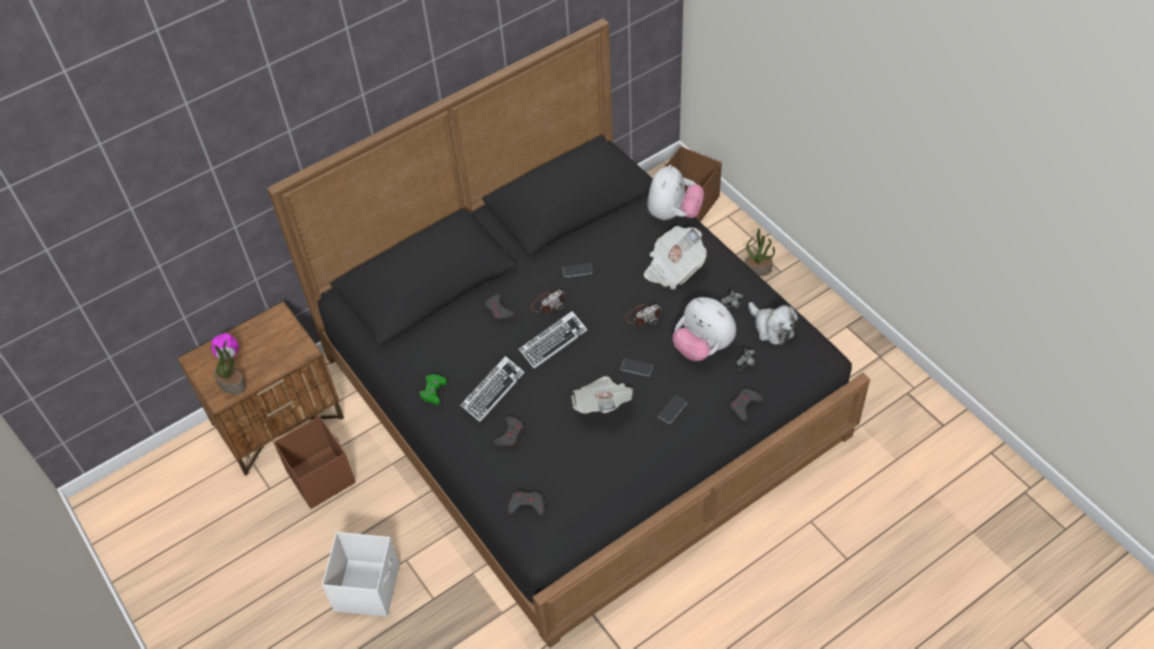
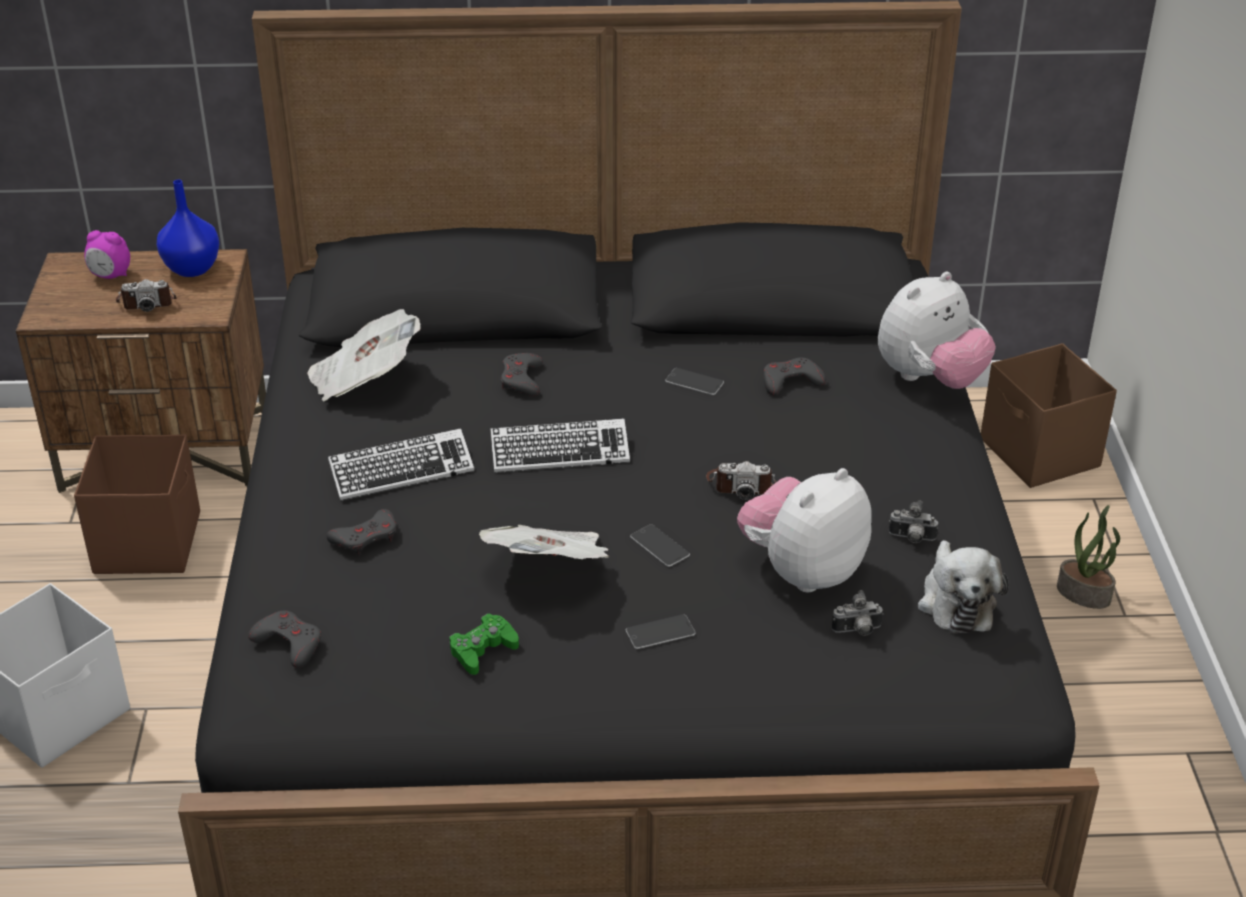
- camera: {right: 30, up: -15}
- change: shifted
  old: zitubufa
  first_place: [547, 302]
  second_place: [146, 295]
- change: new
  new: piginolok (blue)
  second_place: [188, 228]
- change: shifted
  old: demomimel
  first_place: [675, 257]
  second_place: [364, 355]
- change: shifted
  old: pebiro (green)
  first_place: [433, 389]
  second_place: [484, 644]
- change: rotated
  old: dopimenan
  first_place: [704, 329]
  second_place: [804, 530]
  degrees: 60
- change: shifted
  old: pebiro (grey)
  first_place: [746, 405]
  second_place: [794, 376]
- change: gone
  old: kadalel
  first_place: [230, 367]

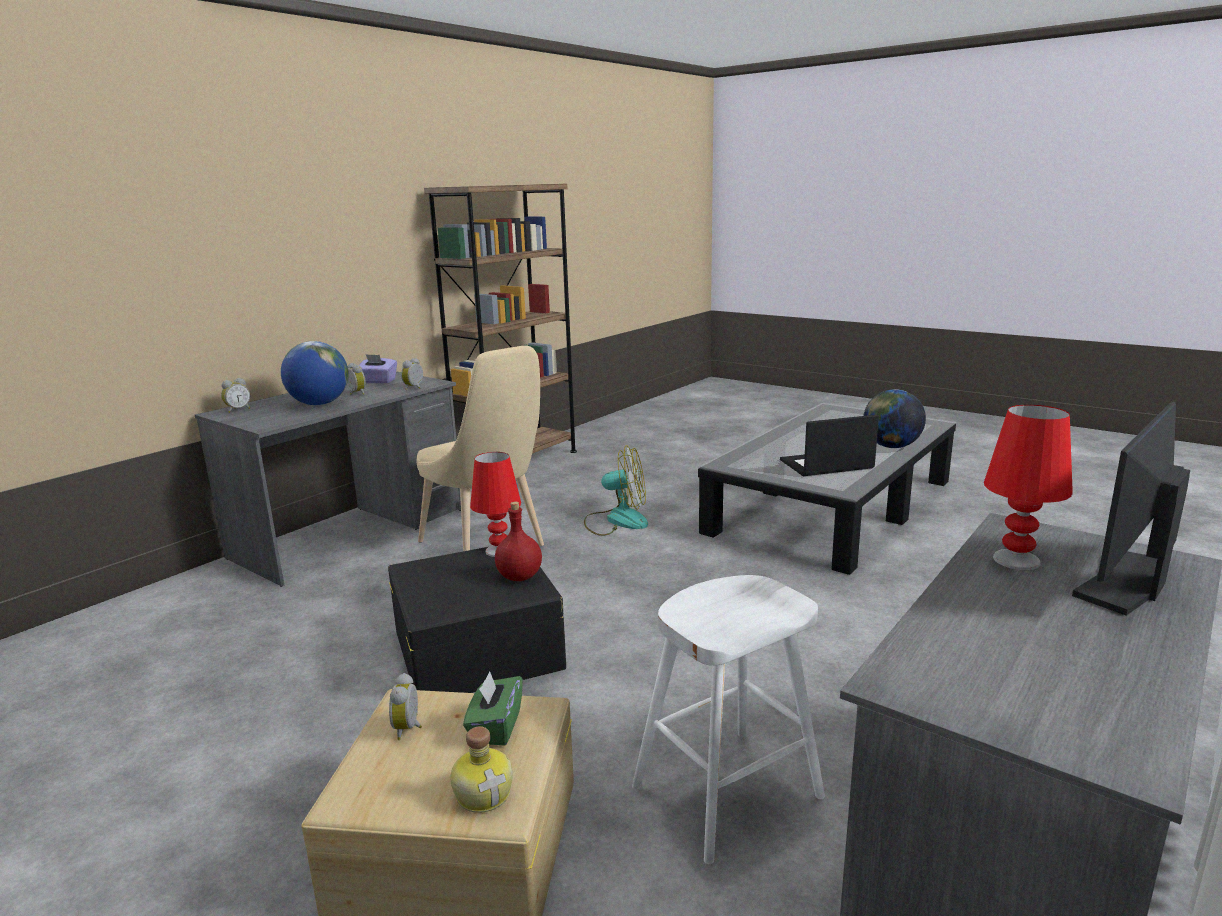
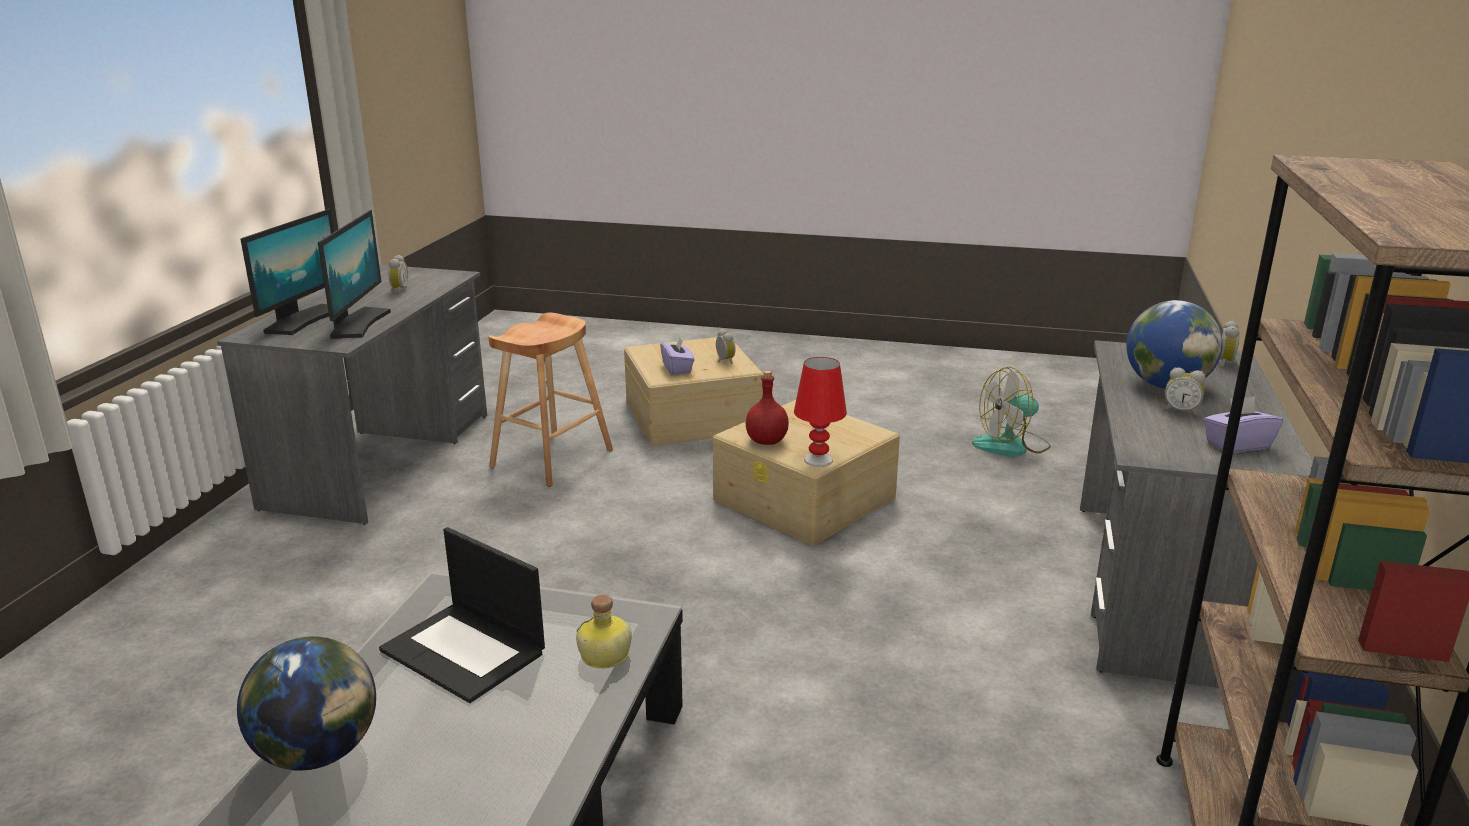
- camera: {right: 155, up: 5}
- change: swapped
  old: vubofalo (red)
  new: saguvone
  first_place: [1028, 487]
  second_place: [354, 274]
- change: rotated
  old: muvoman
  first_place: [829, 445]
  second_place: [462, 615]
  degrees: 75
- change: shifted
  old: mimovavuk
  first_place: [412, 374]
  second_place: [398, 274]
- change: repainted
  old: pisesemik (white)
  new: pisesemik (brown)
  first_place: [728, 719]
  second_place: [550, 399]
- change: shifted
  old: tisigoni
  first_place: [481, 769]
  second_place: [604, 631]
- change: repainted
  old: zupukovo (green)
  new: zupukovo (purple)
  first_place: [493, 708]
  second_place: [677, 355]
- change: repainted
  old: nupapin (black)
  new: nupapin (beige)
  first_place: [477, 620]
  second_place: [806, 473]
- change: shifted
  old: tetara
  first_place: [616, 491]
  second_place: [1011, 412]
- change: gone
  old: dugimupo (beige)
  first_place: [480, 448]

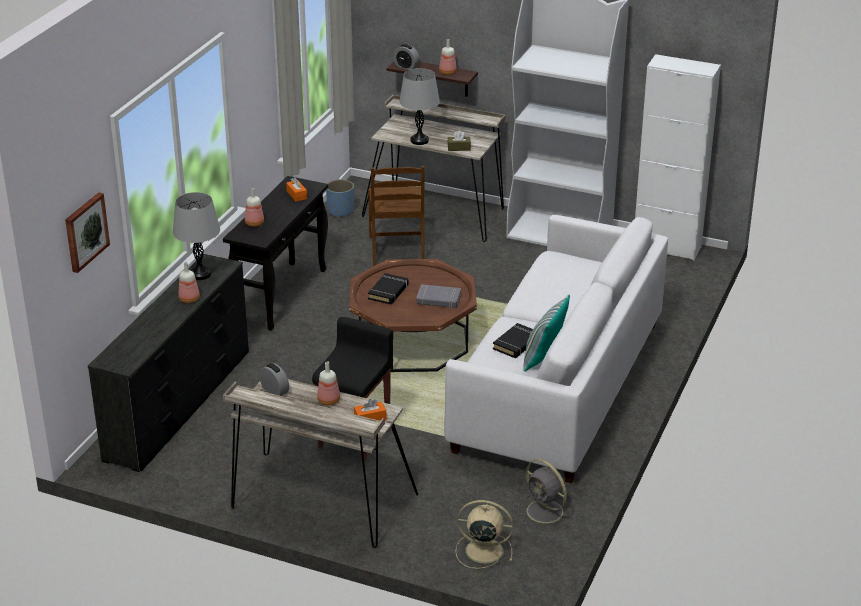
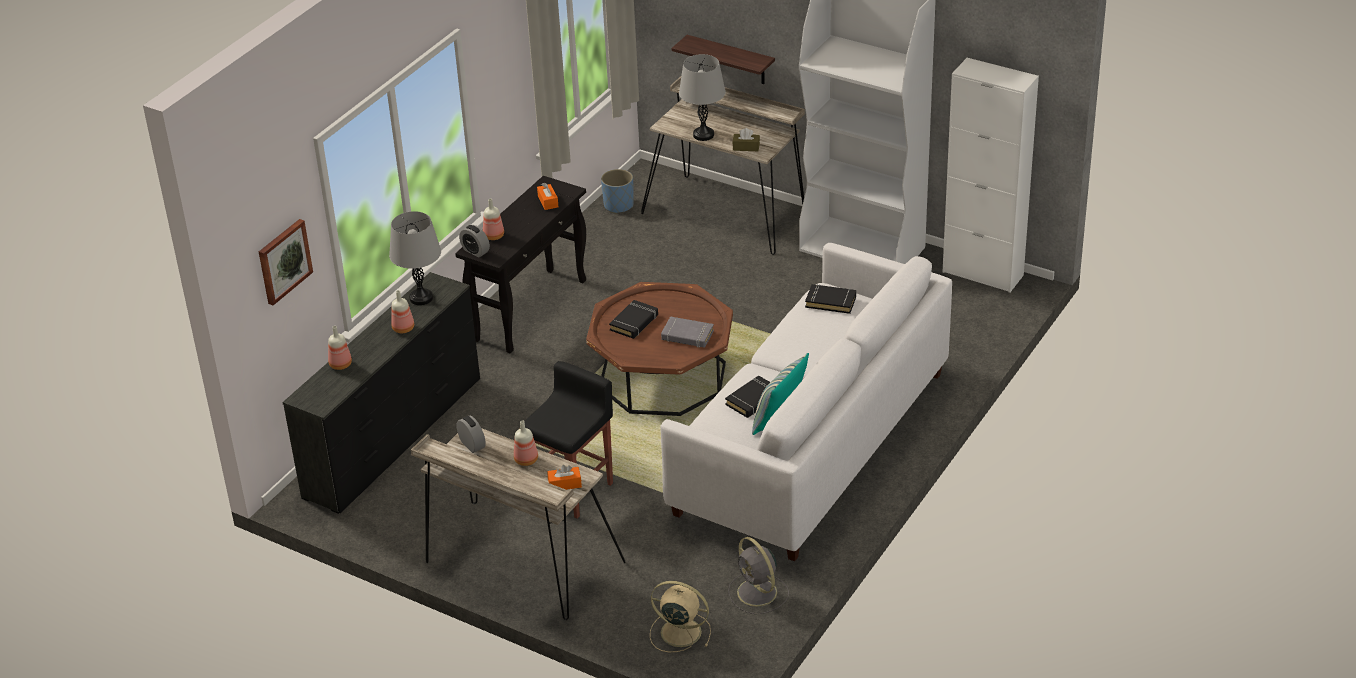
- camera: {right: 10, up: 5}
- change: shifted
  old: tisigoni
  first_place: [448, 57]
  second_place: [340, 348]
- change: shifted
  old: mimovavuk
  first_place: [406, 57]
  second_place: [474, 241]
- change: new
  new: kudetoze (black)
  second_place: [830, 299]
- change: gone
  old: dugimupo (brown)
  first_place: [396, 216]

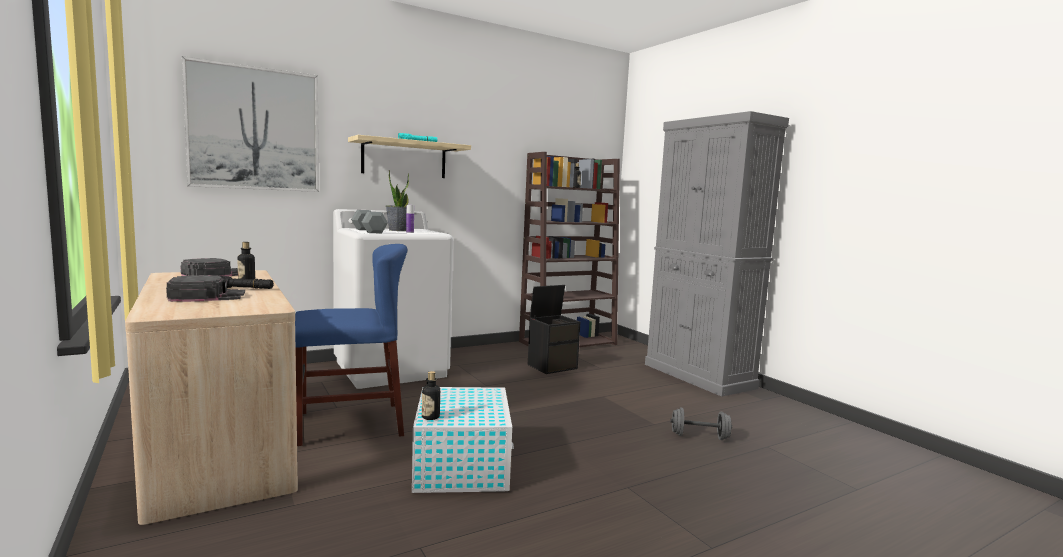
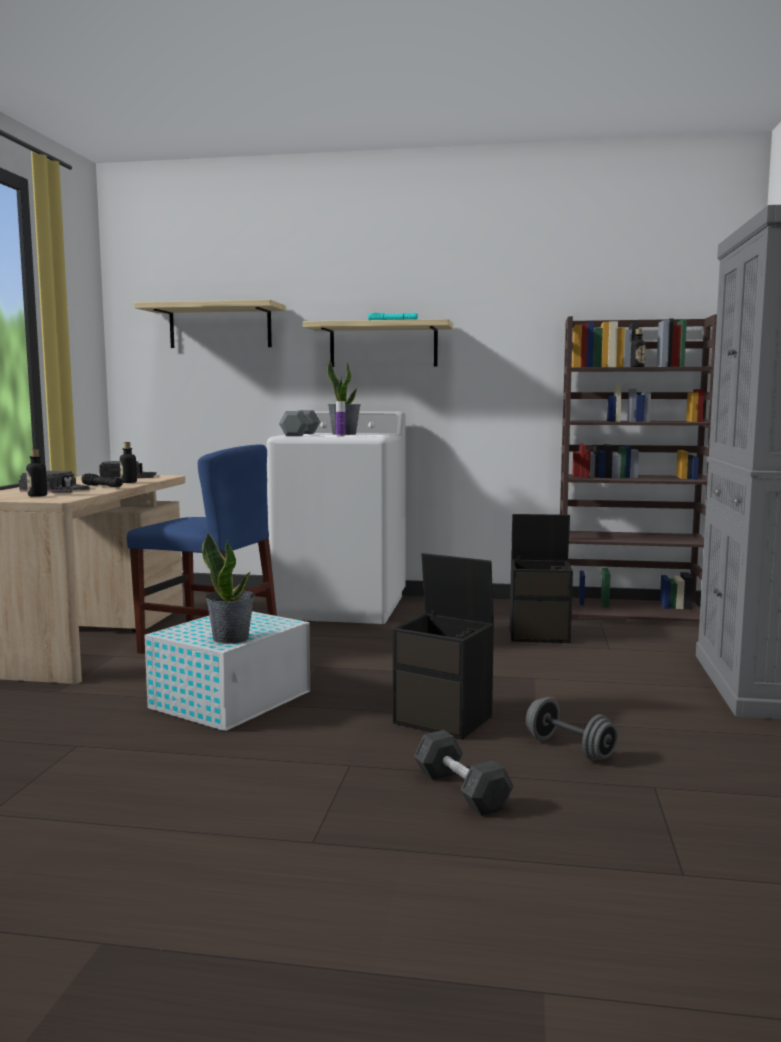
- camera: {right: 40, up: 0}
- change: shifted
  old: tisigoni
  first_place: [431, 395]
  second_place: [36, 473]
- change: swapped
  old: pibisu
  new: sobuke
  first_place: [250, 124]
  second_place: [210, 324]
- change: new
  new: kadalel
  second_place: [228, 588]
- change: new
  new: nupapin (black)
  second_place: [443, 646]
- change: new
  new: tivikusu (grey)
  second_place: [463, 773]

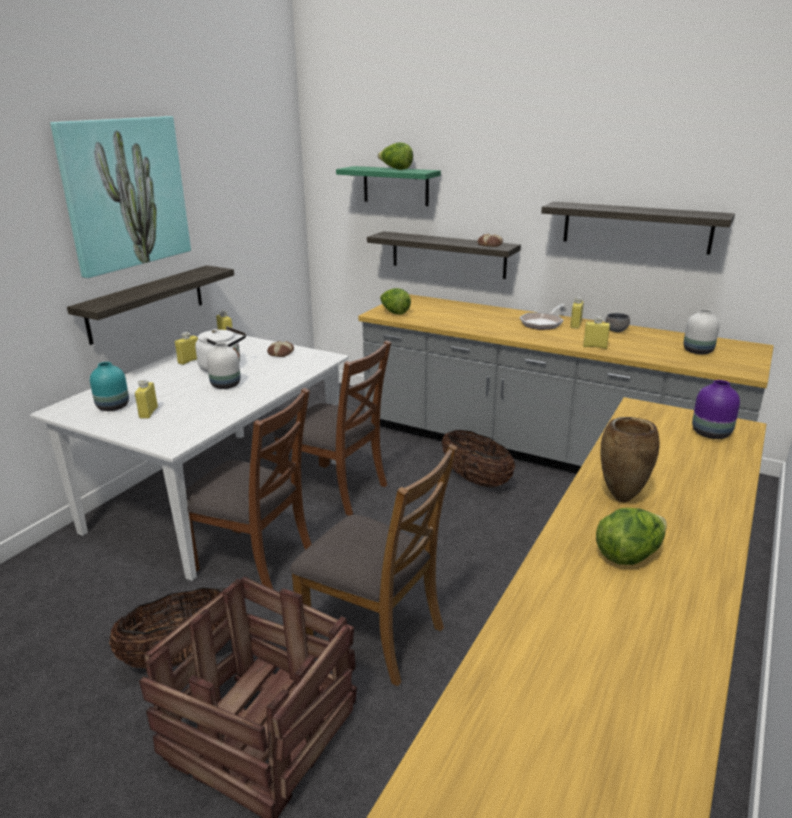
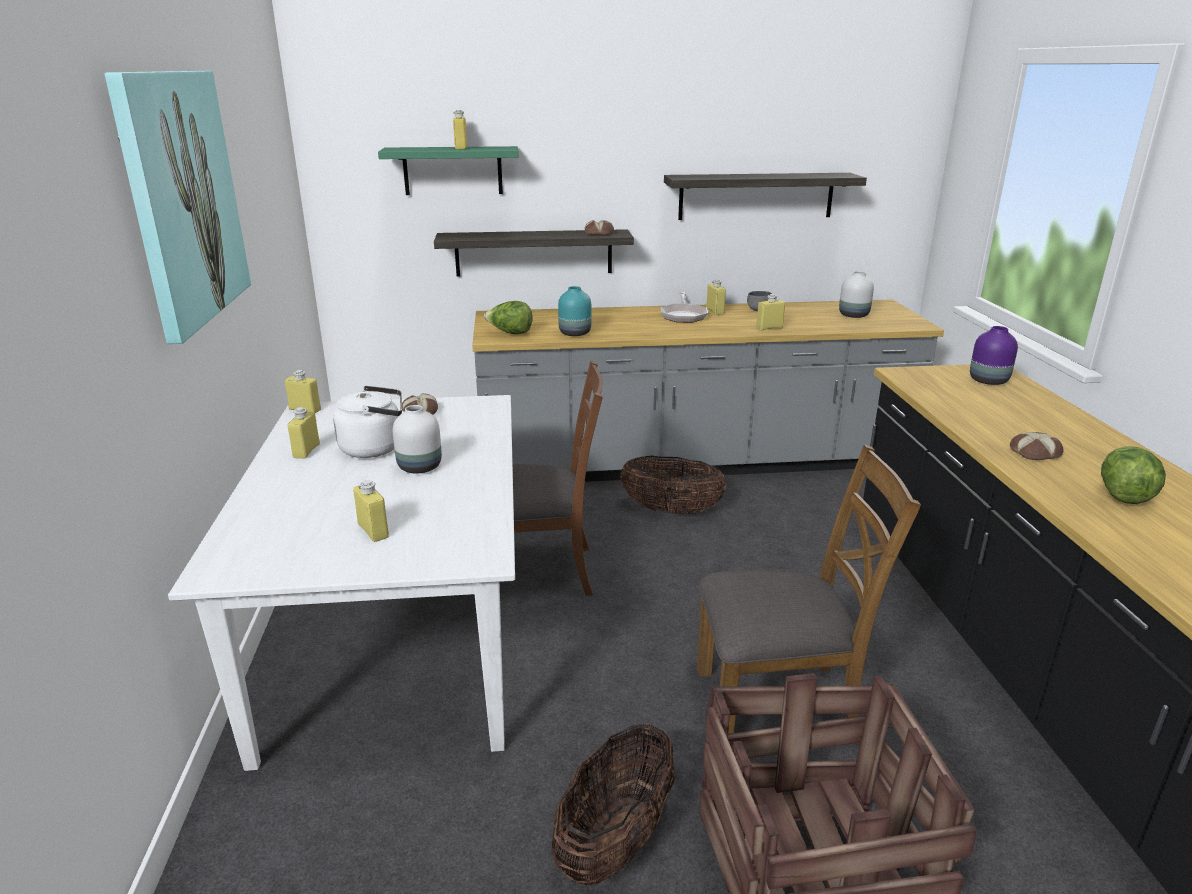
- camera: {right: -35, up: 0}
- change: swapped
  old: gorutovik
  new: tisigoni (yellow)
  first_place: [395, 156]
  second_place: [460, 129]
- change: shifted
  old: piginolok (turquoise)
  first_place: [109, 386]
  second_place: [575, 311]
- change: swapped
  old: piginolok (brown)
  new: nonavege
  first_place: [630, 460]
  second_place: [1036, 446]
- change: gone
  old: sobuke
  first_place: [150, 305]
- change: gone
  old: dugimupo (brown)
  first_place: [249, 489]

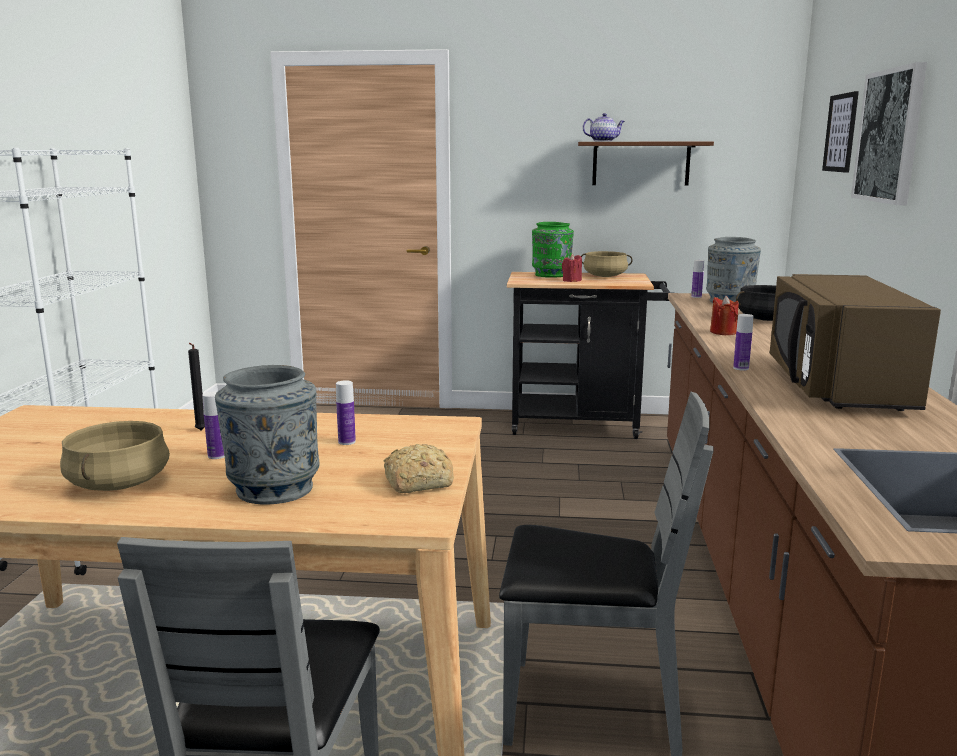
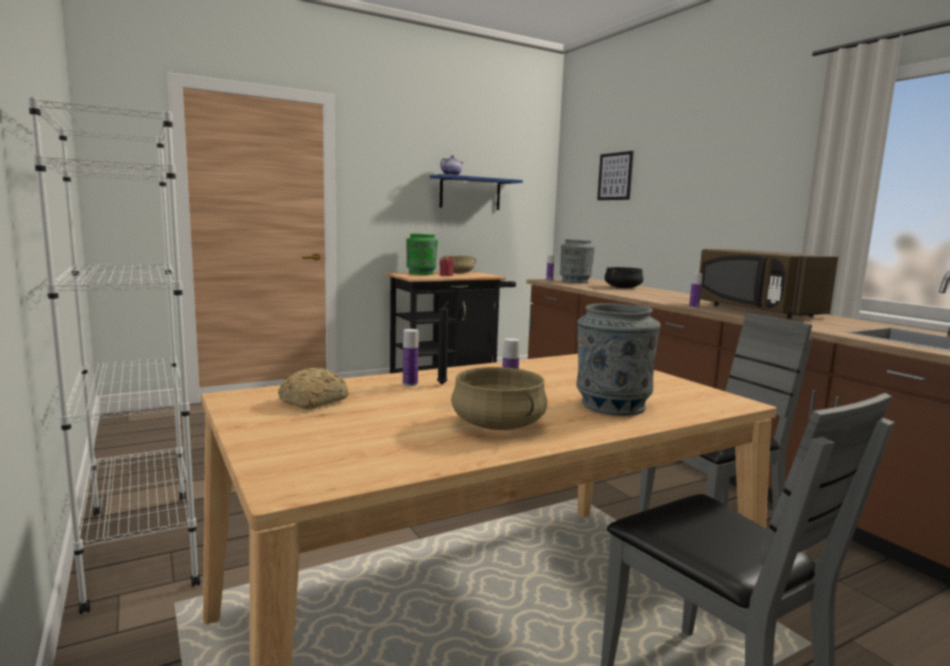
- camera: {right: -35, up: -5}
- change: shifted
  old: nonavege
  first_place: [418, 468]
  second_place: [313, 388]
- change: shifted
  old: tisigoni
  first_place: [346, 412]
  second_place: [411, 357]
- change: repainted
  old: sobuke (brown)
  new: sobuke (blue)
  first_place: [646, 164]
  second_place: [476, 192]
- change: gone
  old: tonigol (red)
  first_place: [724, 315]
- change: gone
  old: pibisu
  first_place: [889, 133]

